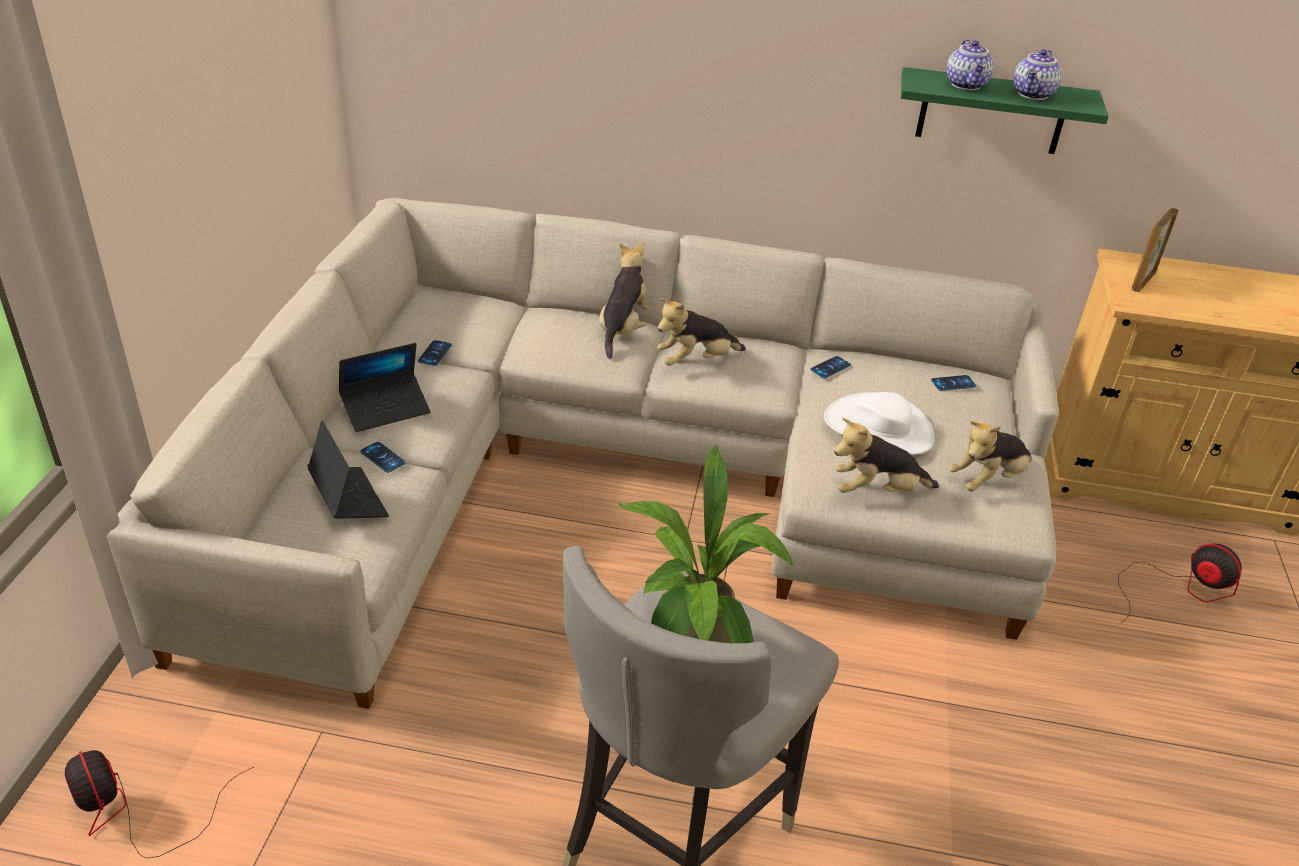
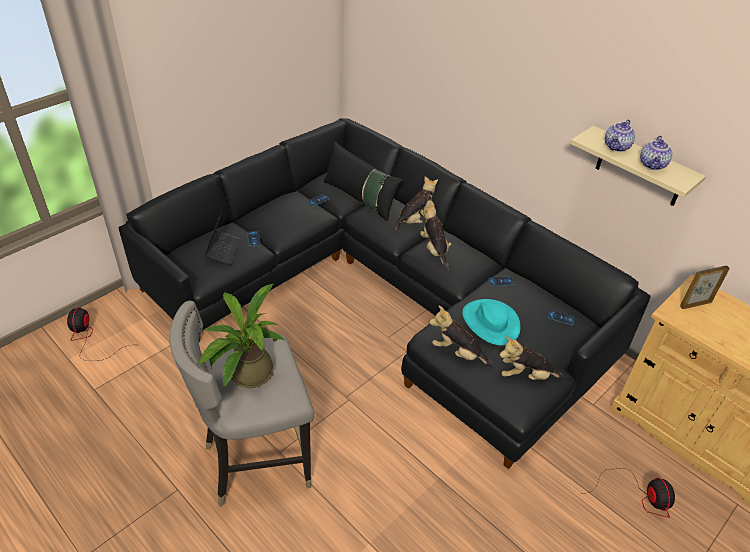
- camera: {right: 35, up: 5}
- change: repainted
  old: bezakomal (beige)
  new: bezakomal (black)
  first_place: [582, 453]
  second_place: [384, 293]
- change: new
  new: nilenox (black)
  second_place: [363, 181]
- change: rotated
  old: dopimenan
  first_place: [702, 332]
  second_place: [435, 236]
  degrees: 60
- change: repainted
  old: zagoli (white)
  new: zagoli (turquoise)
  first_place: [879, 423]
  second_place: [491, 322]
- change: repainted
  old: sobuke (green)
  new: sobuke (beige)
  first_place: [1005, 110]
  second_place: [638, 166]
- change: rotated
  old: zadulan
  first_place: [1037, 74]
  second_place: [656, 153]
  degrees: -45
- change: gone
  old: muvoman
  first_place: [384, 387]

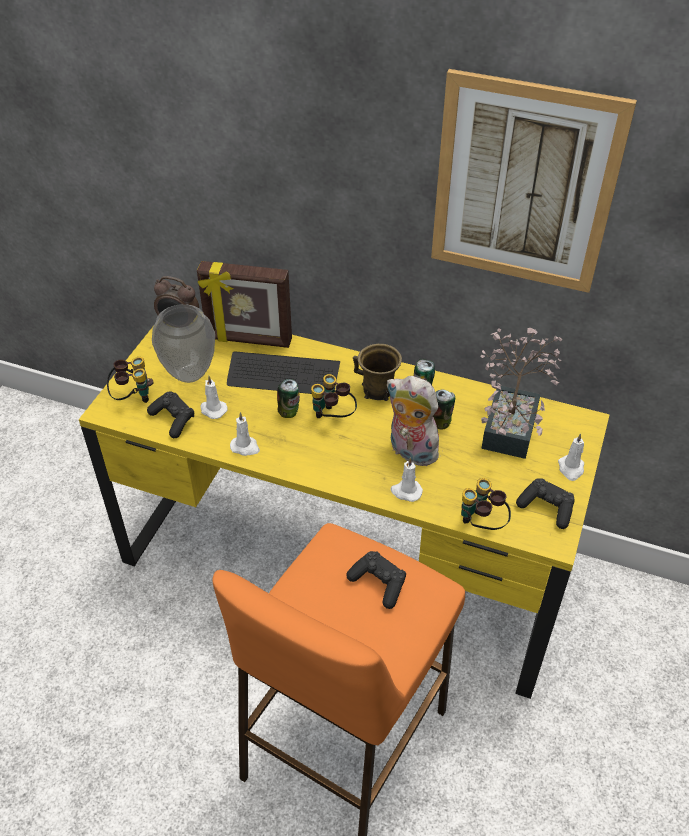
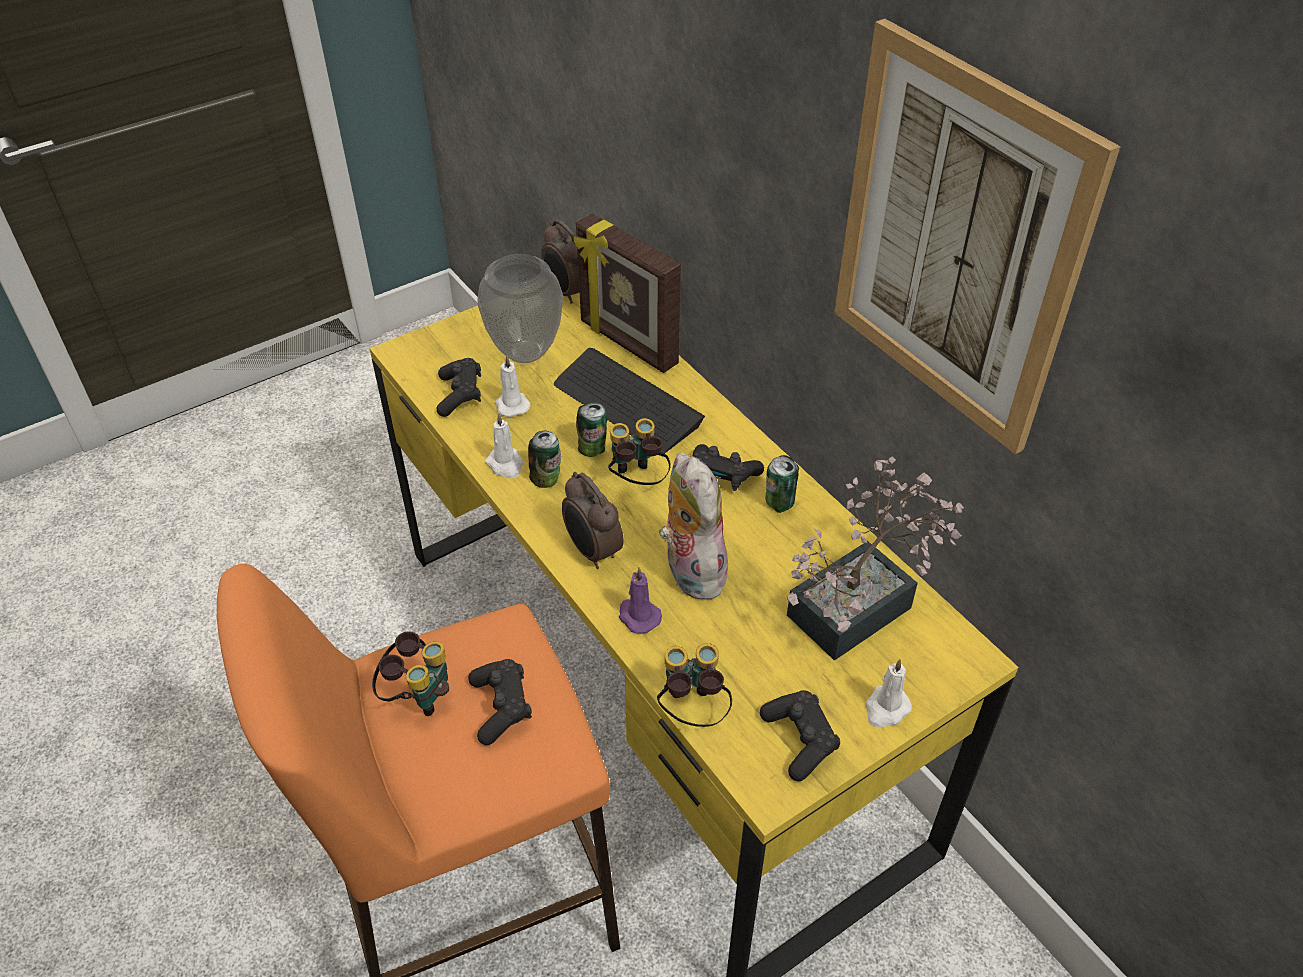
- camera: {right: 35, up: 0}
- change: shifted
  old: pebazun
  first_place: [130, 380]
  second_place: [410, 673]
- change: shifted
  old: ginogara
  first_place: [444, 409]
  second_place: [544, 459]
- change: new
  new: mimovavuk
  second_place: [593, 520]
- change: repainted
  old: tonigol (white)
  new: tonigol (purple)
  first_place: [406, 479]
  second_place: [640, 601]
- change: swapped
  old: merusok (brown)
  new: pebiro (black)
  first_place: [377, 372]
  second_place: [728, 467]

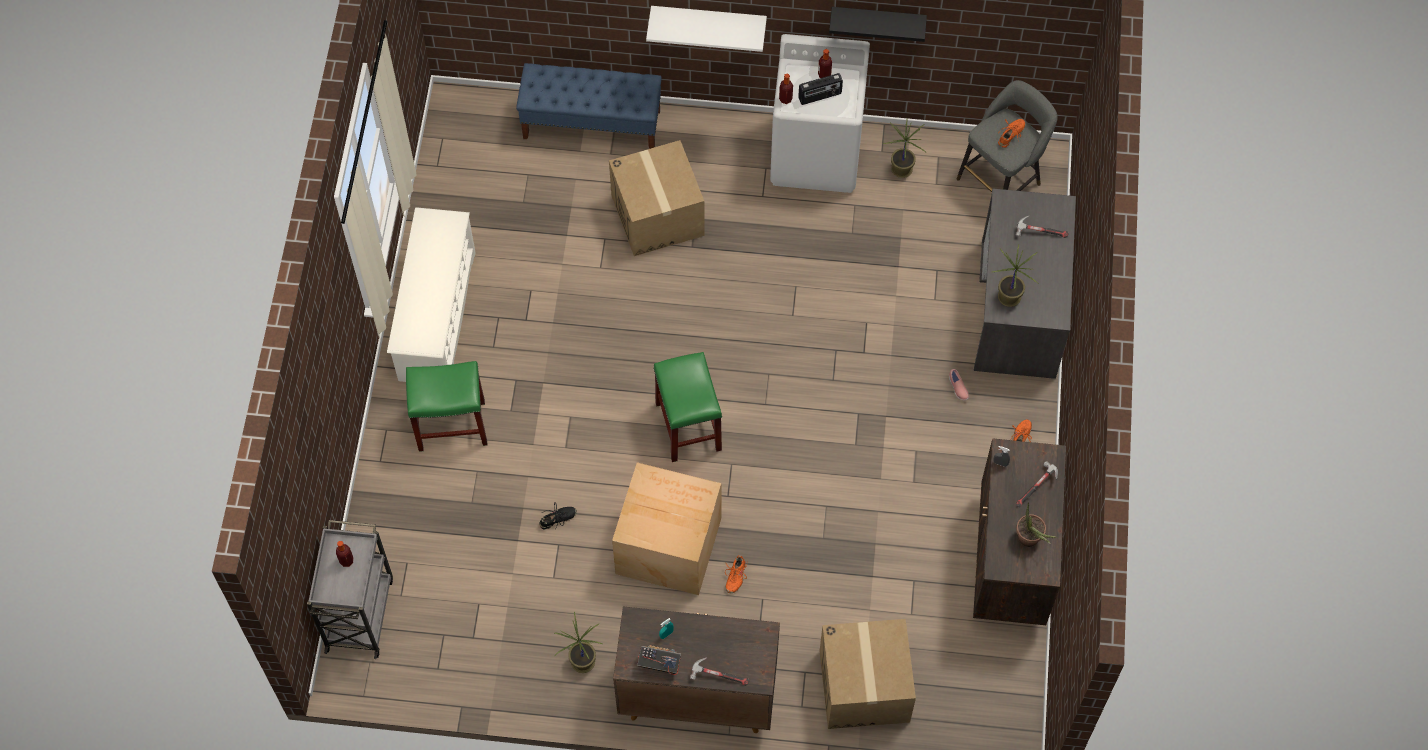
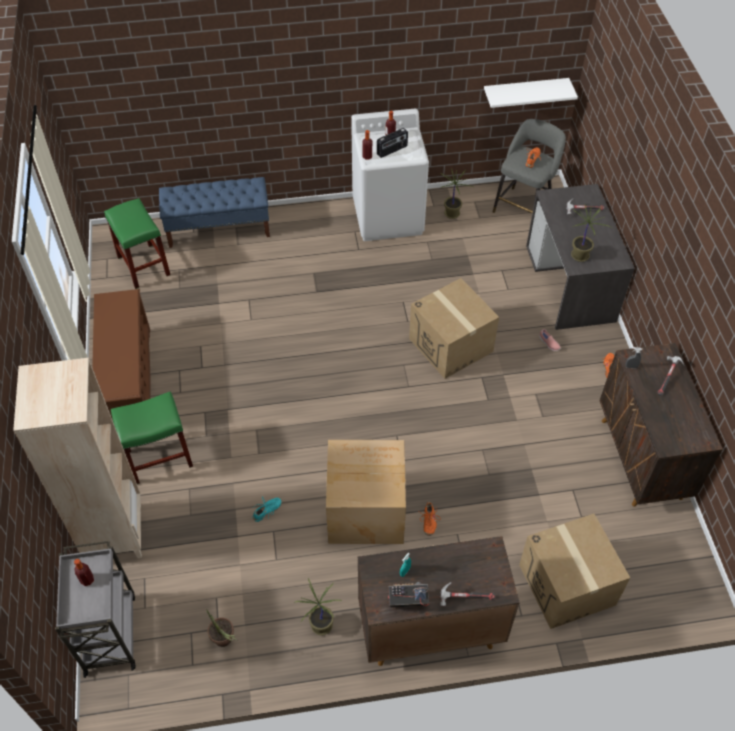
- camera: {right: -15, up: -10}
- change: new
  new: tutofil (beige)
  second_place: [77, 458]
- change: repainted
  old: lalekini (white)
  new: lalekini (brown)
  first_place: [431, 294]
  second_place: [121, 354]
- change: shifted
  old: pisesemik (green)
  first_place: [688, 407]
  second_place: [137, 243]
- change: shifted
  old: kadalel
  first_place: [1037, 524]
  second_place: [222, 628]
- change: repainted
  old: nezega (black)
  new: nezega (turquoise)
  first_place: [558, 516]
  second_place: [267, 509]
- change: shifted
  old: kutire
  first_place: [657, 198]
  second_place: [454, 328]
- change: shifted
  old: sobuke (white)
  first_place: [706, 29]
  second_place: [531, 93]
- change: gone
  old: sobuke (black)
  first_place: [878, 24]

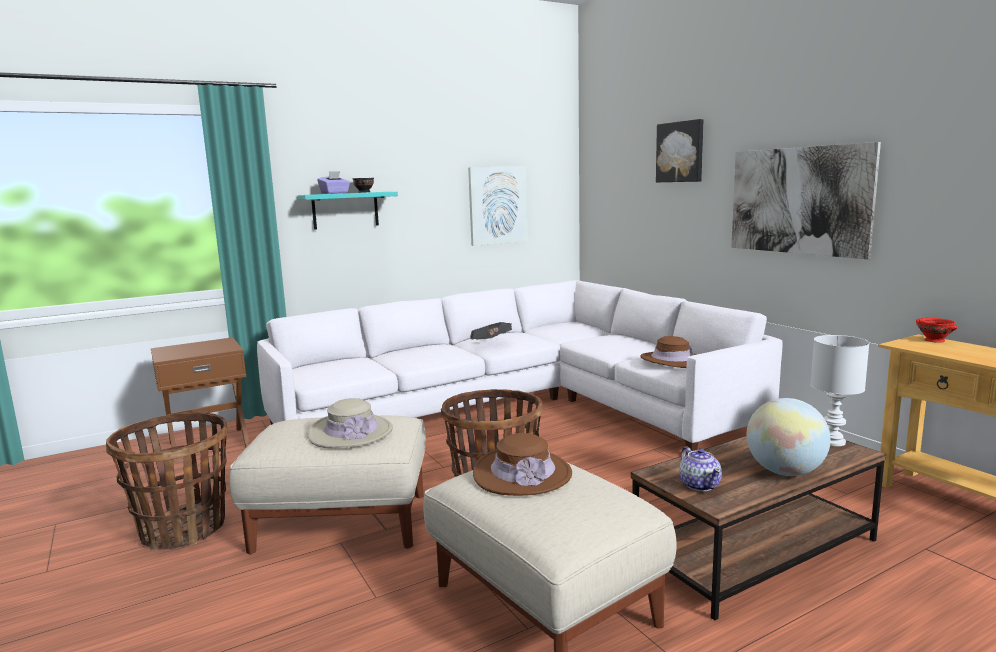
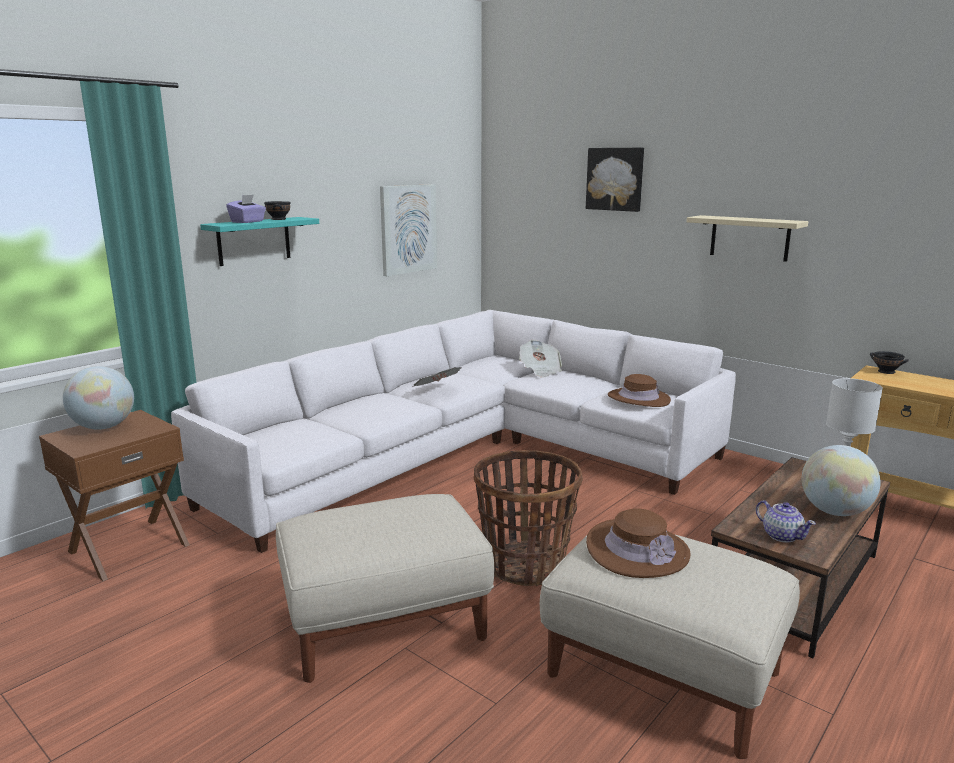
- camera: {right: -20, up: 5}
- change: new
  new: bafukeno
  second_place: [98, 398]
- change: new
  new: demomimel
  second_place: [540, 359]
- change: swapped
  old: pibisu
  new: sobuke (beige)
  first_place: [806, 200]
  second_place: [747, 238]
- change: repainted
  old: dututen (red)
  new: dututen (black)
  first_place: [937, 330]
  second_place: [889, 362]
- change: gone
  old: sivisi
  first_place: [167, 481]
- change: gone
  old: zagoli (beige)
  first_place: [350, 423]

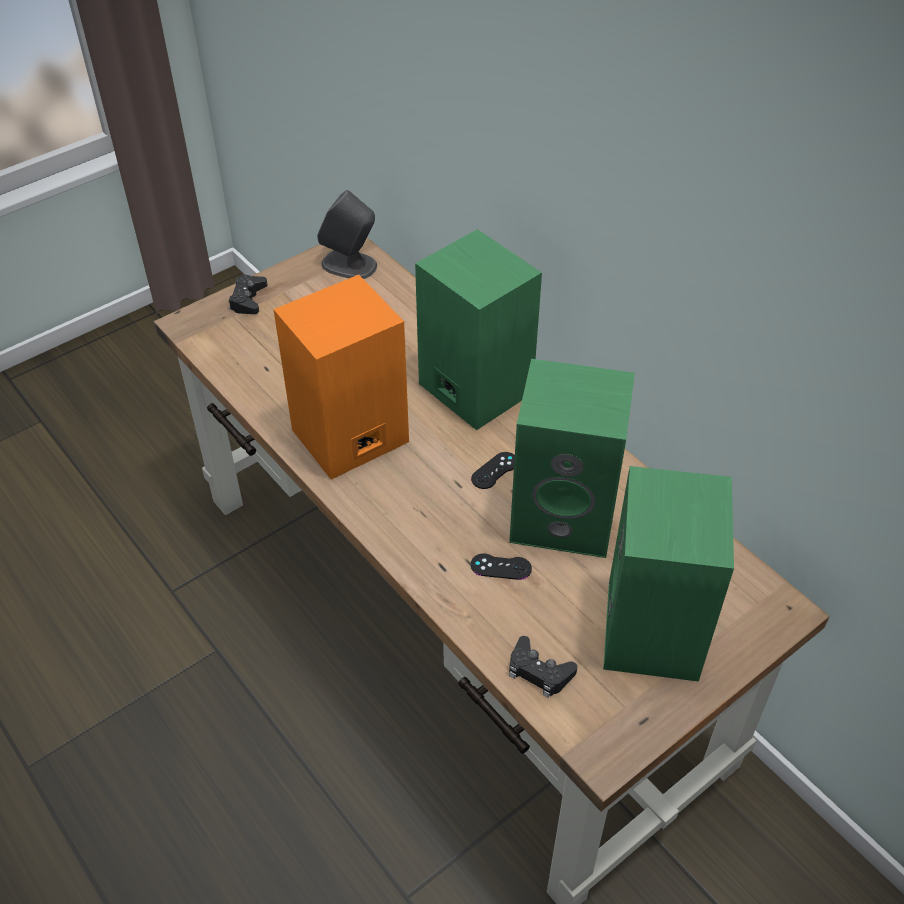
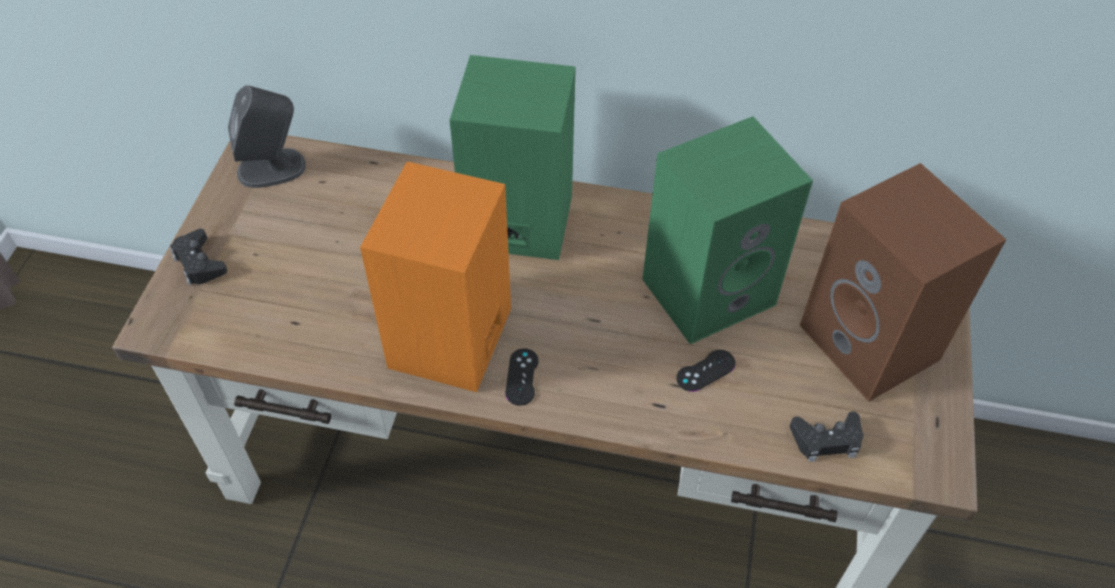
- camera: {right: -40, up: 5}
- change: shifted
  old: pebiro (black)
  first_place: [493, 470]
  second_place: [522, 377]
- change: repainted
  old: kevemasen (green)
  new: kevemasen (brown)
  first_place: [668, 574]
  second_place: [903, 282]

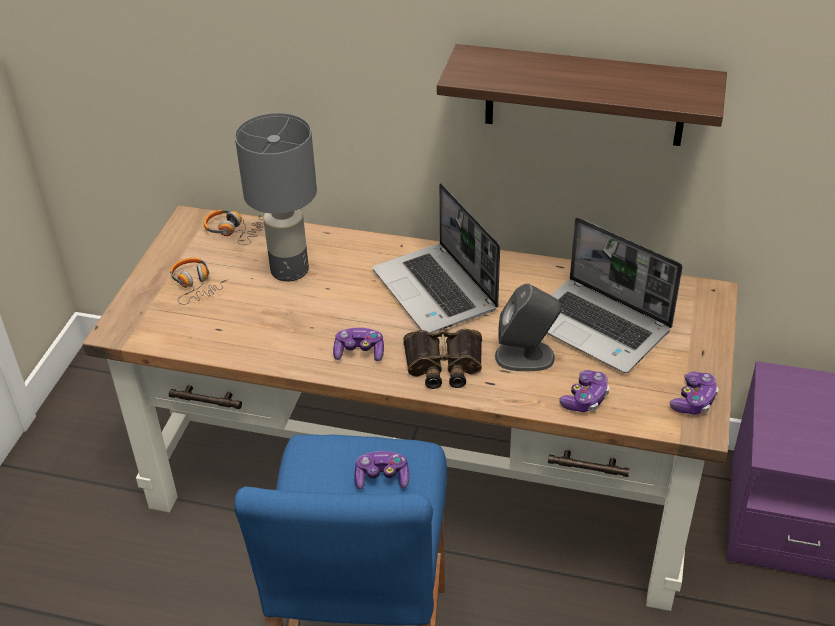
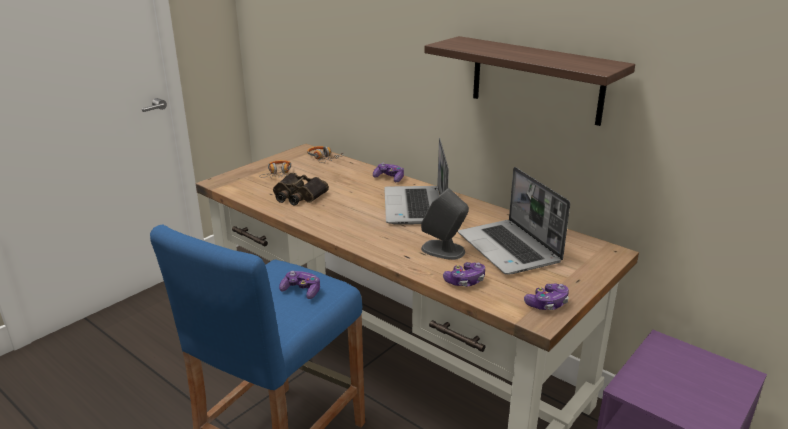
- camera: {right: 25, up: -15}
- change: shifted
  old: pebazun
  first_place: [442, 359]
  second_place: [301, 189]
- change: shifted
  old: pebiro
  first_place: [358, 345]
  second_place: [388, 172]
- change: gone
  old: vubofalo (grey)
  first_place: [276, 197]

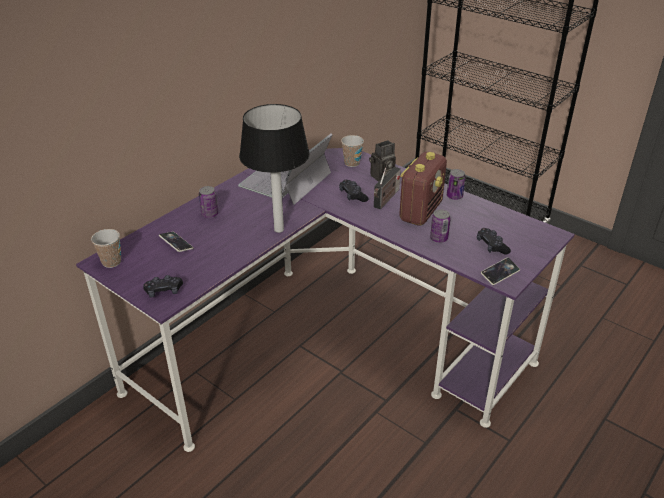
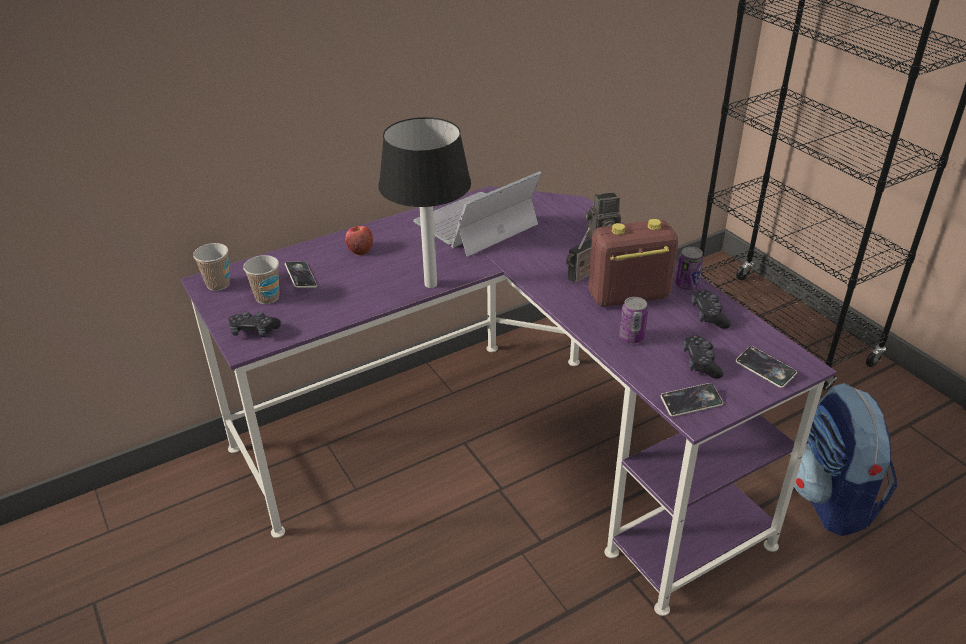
- camera: {right: 20, up: 0}
- change: shifted
  old: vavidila
  first_place: [352, 151]
  second_place: [261, 279]
- change: swapped
  old: ginogara
  new: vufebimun
  first_place: [208, 202]
  second_place: [359, 241]
- change: rotated
  old: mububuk
  first_place: [423, 189]
  second_place: [633, 263]
  degrees: -150
- change: shifted
  old: pebiro (black)
  first_place: [354, 191]
  second_place: [711, 309]
- change: new
  new: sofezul
  second_place: [766, 367]
- change: new
  new: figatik
  second_place: [845, 459]

